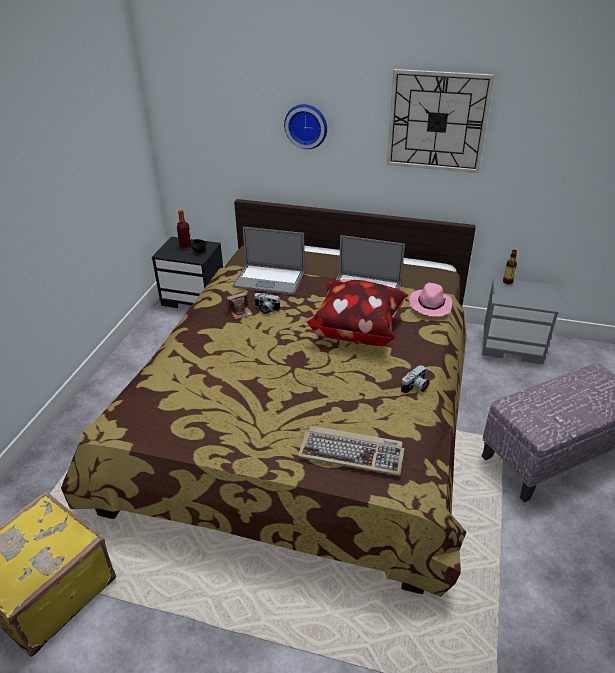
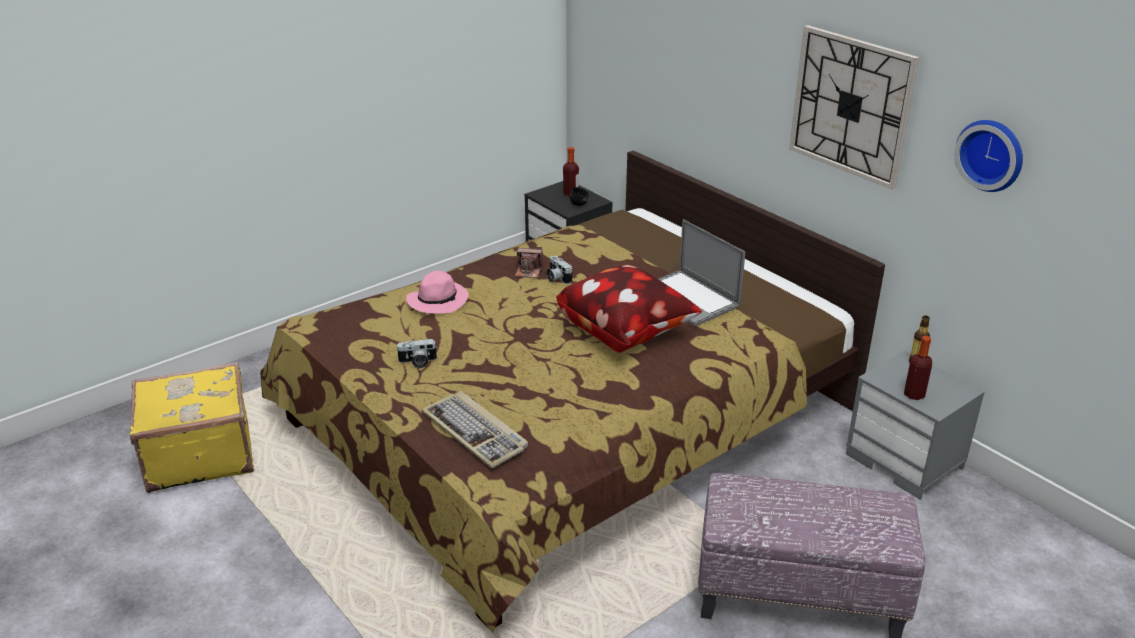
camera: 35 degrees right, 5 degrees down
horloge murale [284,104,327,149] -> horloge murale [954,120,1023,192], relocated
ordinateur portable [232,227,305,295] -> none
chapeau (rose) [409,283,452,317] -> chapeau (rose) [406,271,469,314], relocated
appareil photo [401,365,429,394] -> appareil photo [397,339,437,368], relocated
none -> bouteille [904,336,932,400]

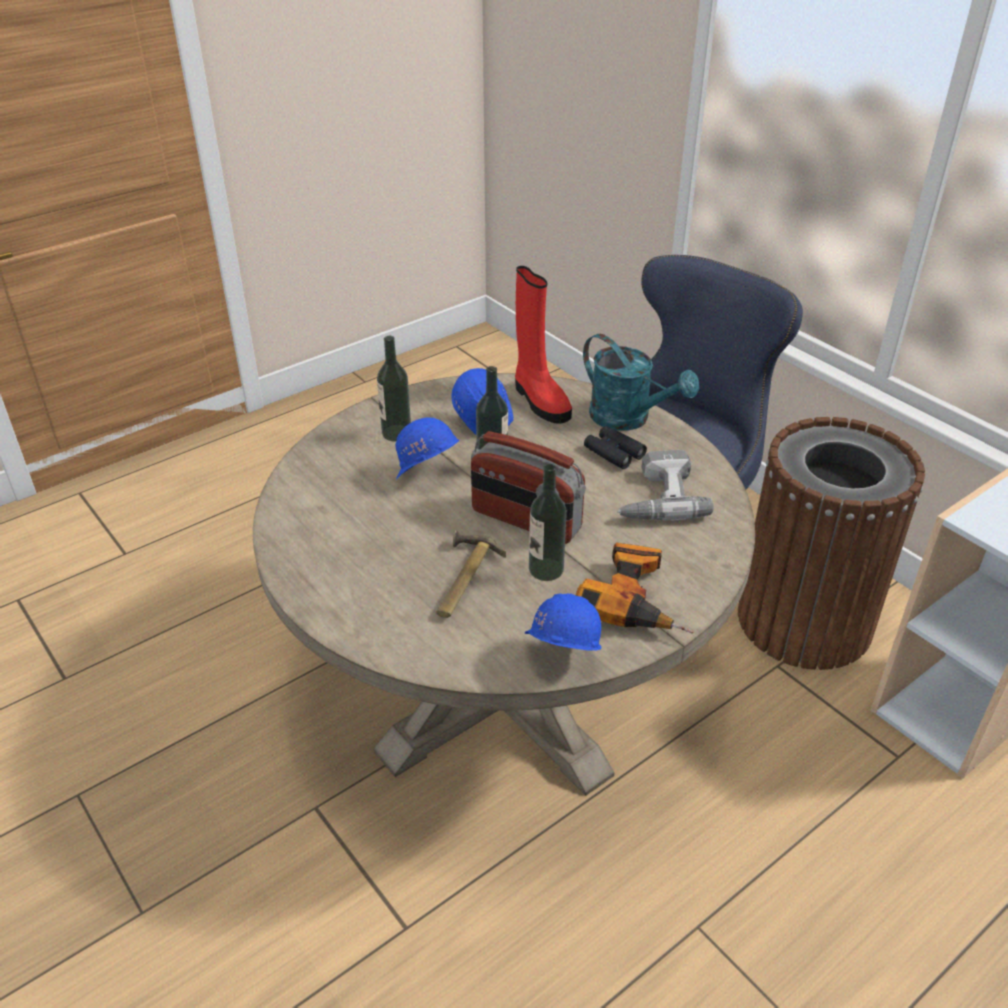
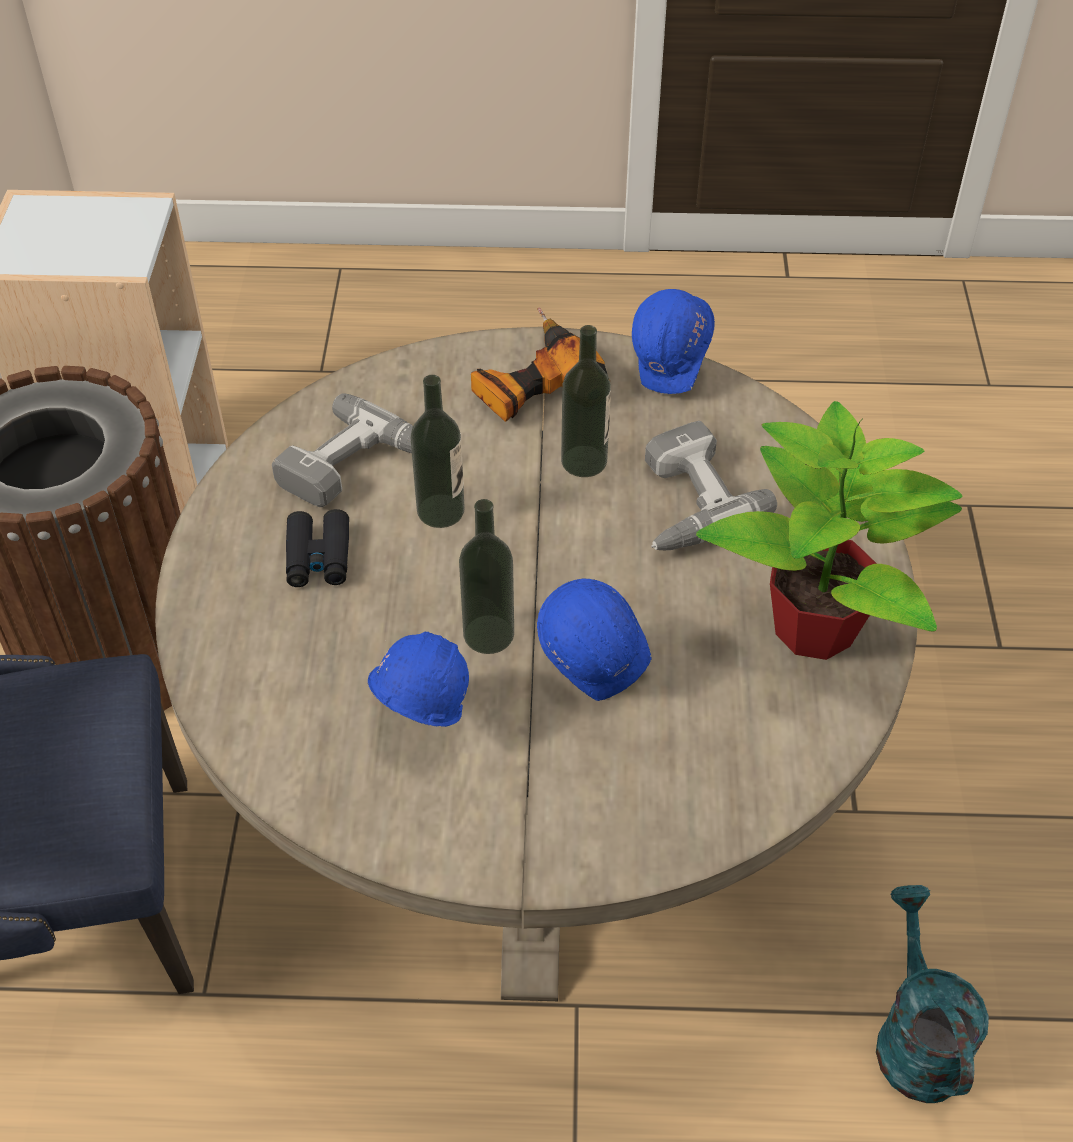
camera: 140 degrees left, 10 degrees up
botte (rouge) [515,266,572,424] -> none
arrosoir (turquoise) [583,334,699,431] -> arrosoir (turquoise) [876,885,989,1103], relocated
bouteille [377,336,411,442] -> bouteille [411,375,465,528], relocated
radio [471,431,586,544] -> none
marteau [436,530,506,618] -> perceuse [645,421,777,550]
none -> plante en pot [696,401,963,660]

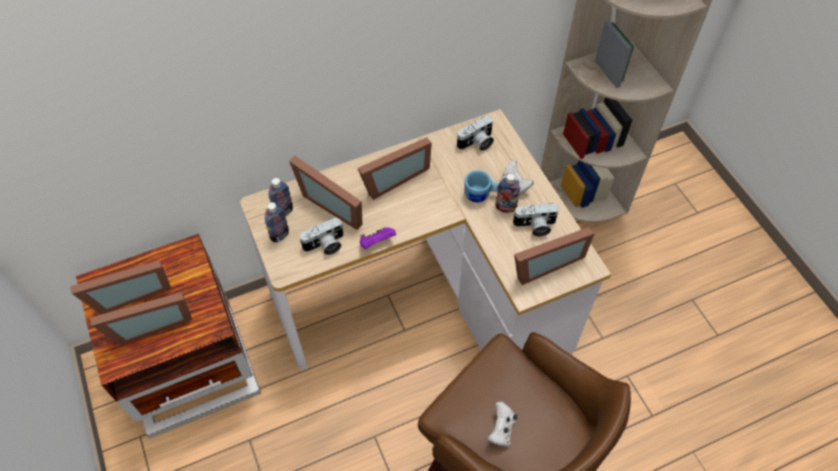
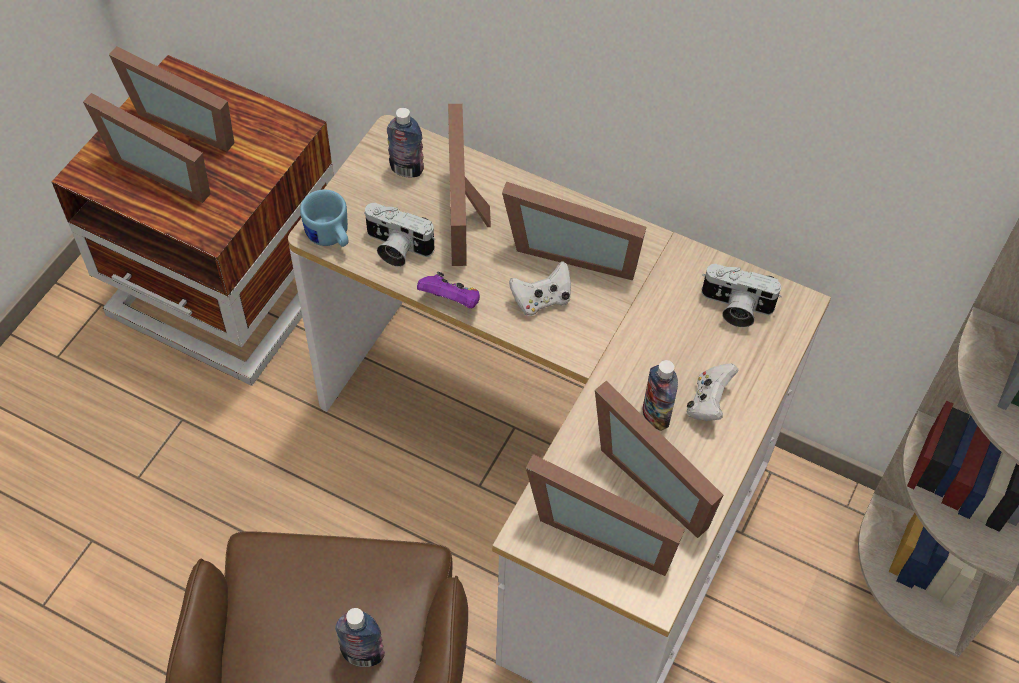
camera: 50 degrees right, 0 degrees up
mug (bleu) [464,170,499,203] -> mug (bleu) [300,190,349,247], relocated
bouteille [265,202,289,243] -> bouteille [335,608,385,667], relocated
appareil photo [513,203,559,237] -> cadre photo [595,381,723,538]
manette (blanc) [487,401,517,447] -> manette (blanc) [509,261,571,316], relocated

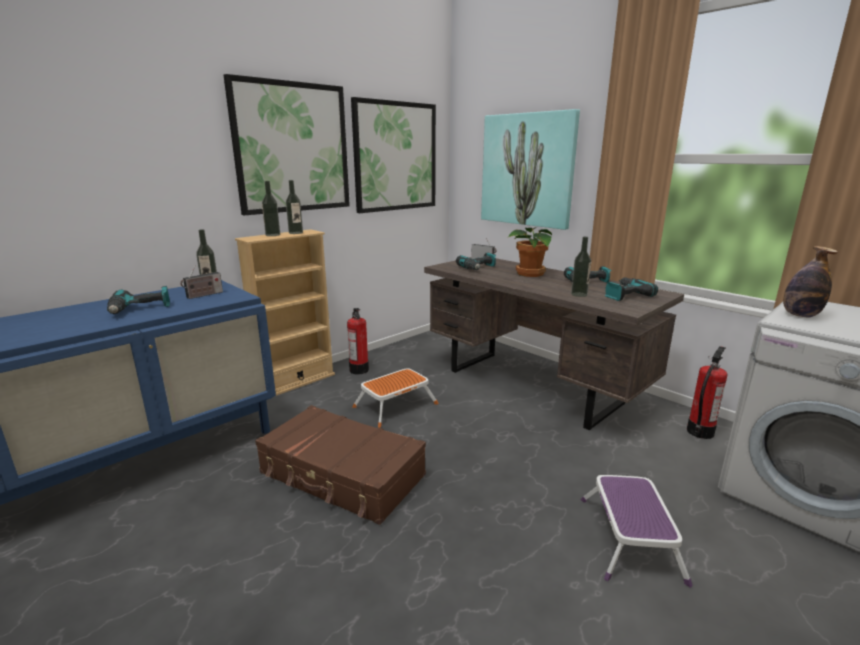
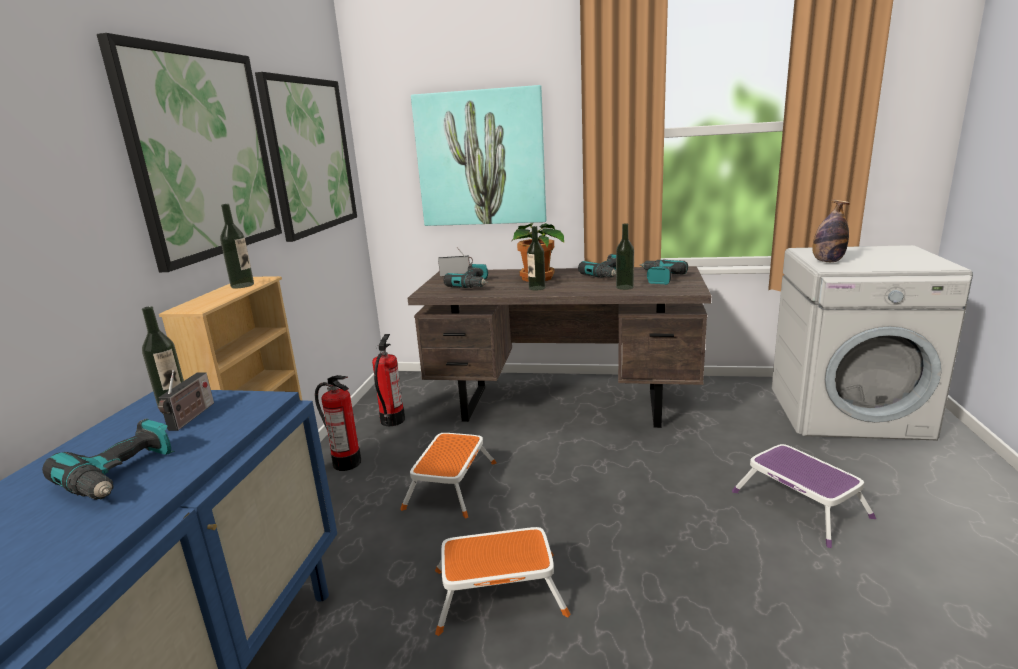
camera: 35 degrees left, 0 degrees up
bouteille [262,181,280,236] -> bouteille [527,226,546,290], relocated
extincteur [687,346,728,439] -> extincteur [372,334,405,426], relocated
valise (marron) [255,405,426,525] -> escabeau (orange) [435,527,571,636]

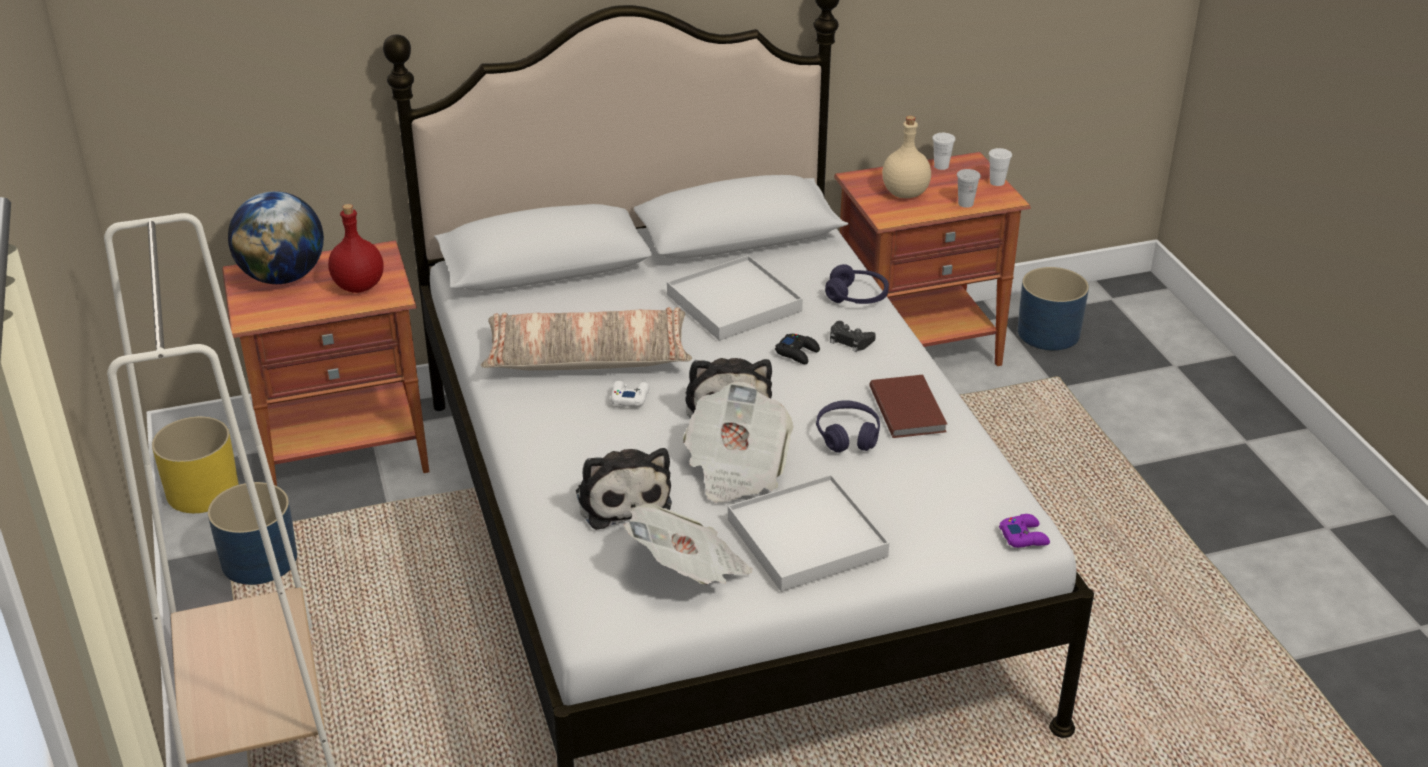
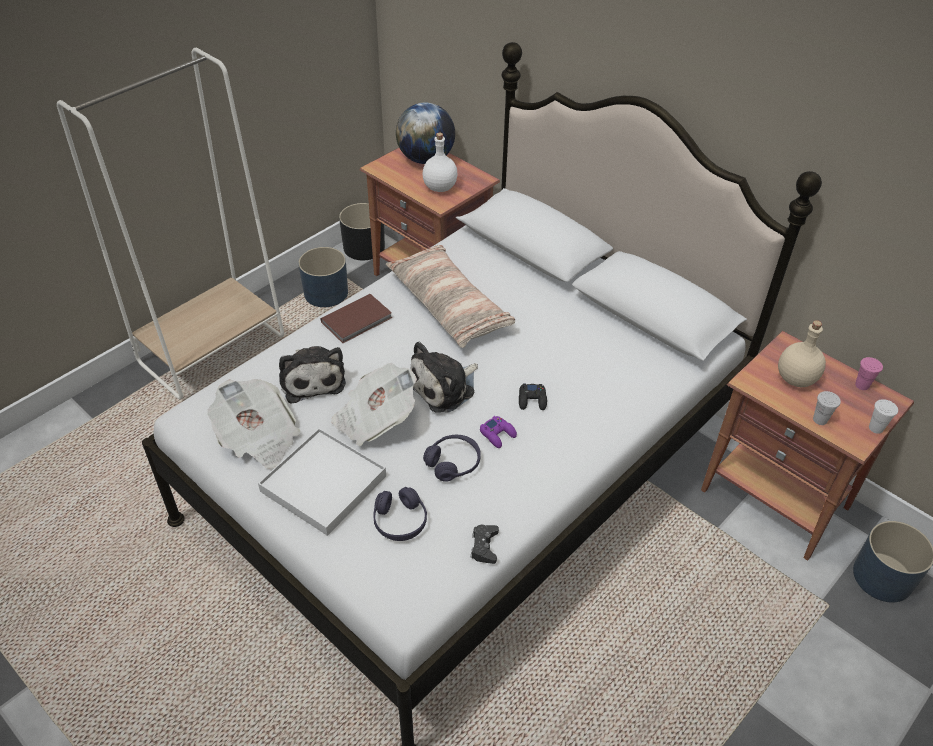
camera: 60 degrees right, 10 degrees up
tasse (blanc) [932,133,955,170] -> tasse (rose) [855,357,883,390]
bouteille (rouge) [328,204,384,293] -> bouteille (blanc) [423,133,458,192]
plateau (blanc) [667,255,803,341] -> none
casque audio (violet) [825,264,889,304] -> casque audio (violet) [373,487,427,541], relocated
manette (noir) [830,321,876,352] -> manette (noir) [471,525,499,564], relocated
livre (marron) [869,375,947,438] -> livre (marron) [321,294,392,343], relocated
manette (blanc) [611,381,650,407] -> none
cache-pot (jaune) [152,416,239,513] -> cache-pot (noir) [339,203,385,260]
peluche [576,448,672,530] -> peluche [279,346,346,404], 60 degrees counterclockwise
manette (violet) [999,514,1050,548] -> manette (violet) [480,416,517,448], relocated

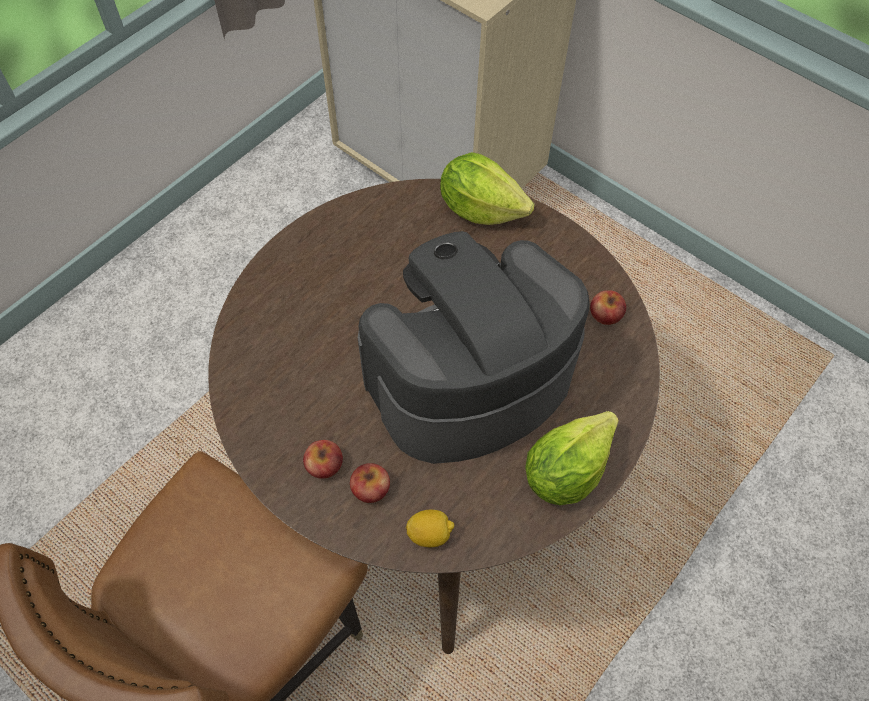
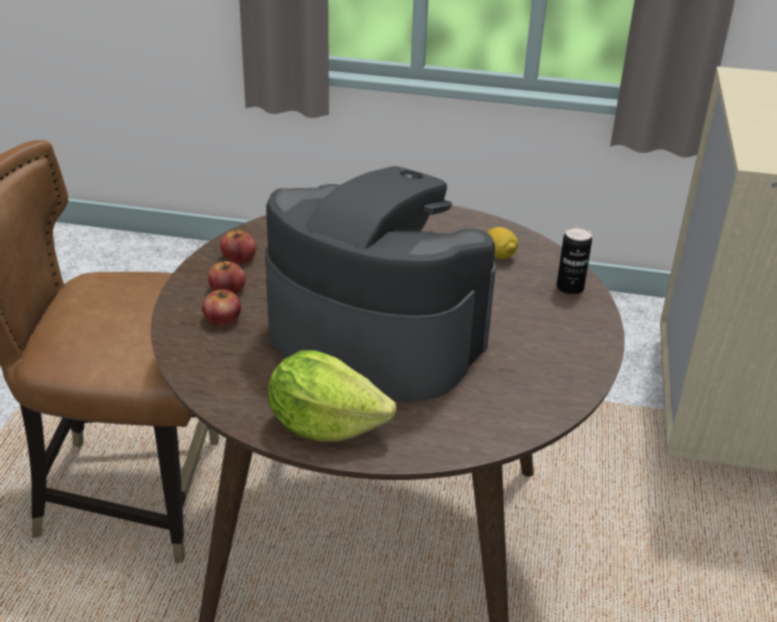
camera: 60 degrees right, 25 degrees down
laitue [440,152,535,225] -> boîte métallique [557,226,592,295]
pomme [590,290,626,325] -> pomme [220,229,256,264], relocated
citron [406,510,454,547] -> citron [487,227,518,259], relocated

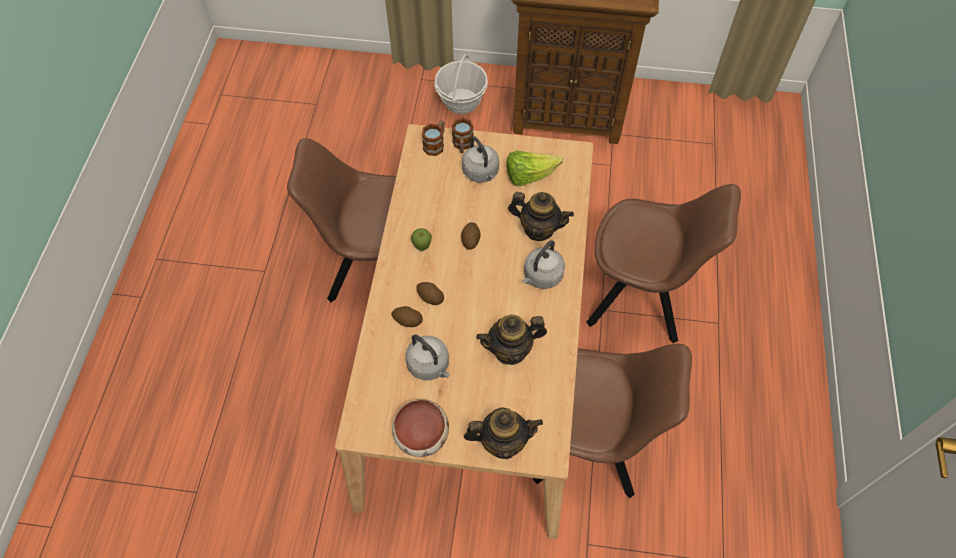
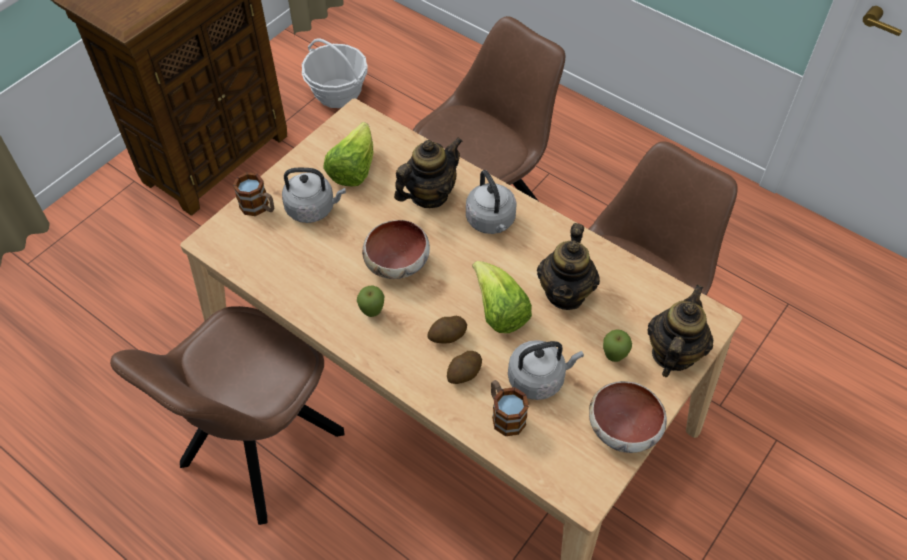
camera: 60 degrees left, 5 degrees down
panier [434,54,488,114] -> panier [302,38,368,108], relocated
mug [422,120,444,156] -> mug [491,380,529,436], relocated
pomme de terre [461,222,481,250] -> bol [362,220,430,279]
none -> laitue [472,261,532,333]
none -> pomme [603,330,632,362]

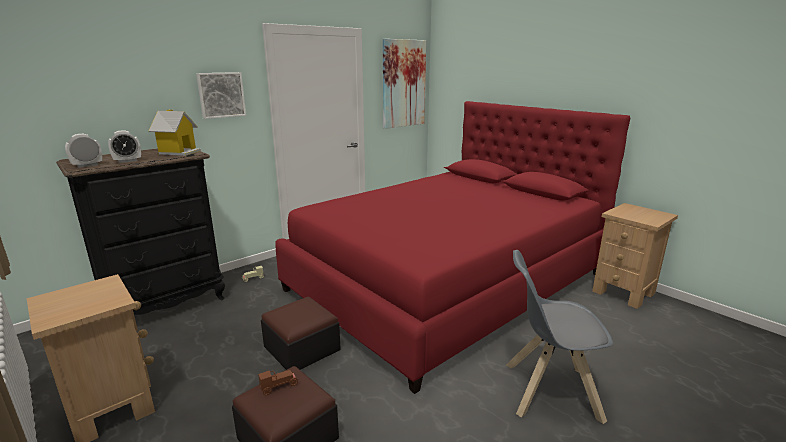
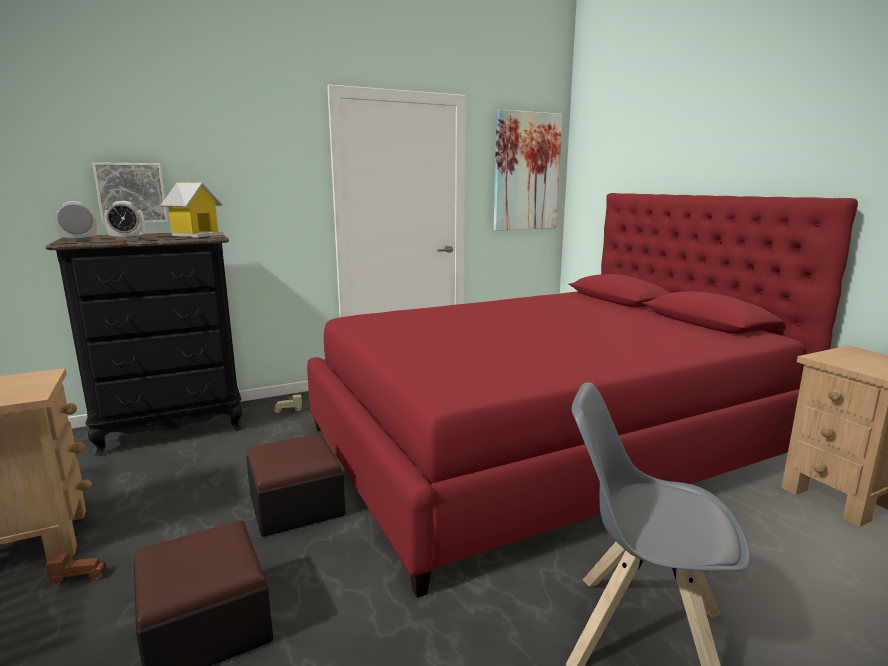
camera: 15 degrees right, 5 degrees down
tableau [196,72,246,119] -> tableau [92,162,168,224], relocated
petite voiture (marron) [258,370,298,395] -> petite voiture (marron) [46,554,106,586], relocated

